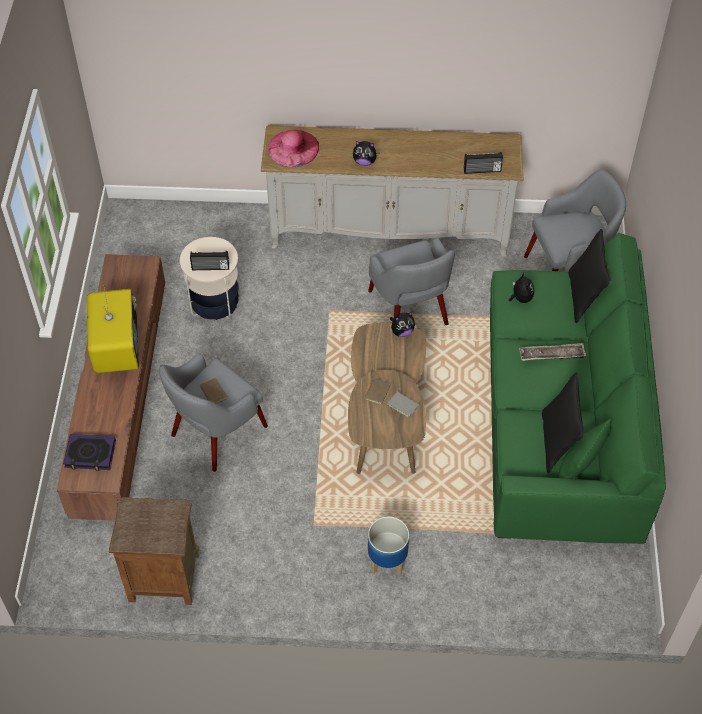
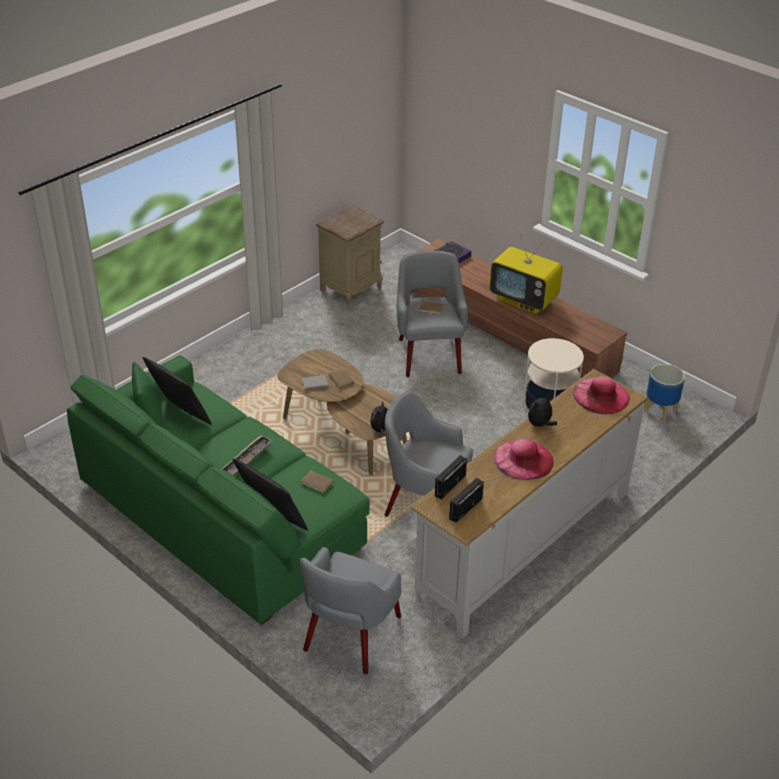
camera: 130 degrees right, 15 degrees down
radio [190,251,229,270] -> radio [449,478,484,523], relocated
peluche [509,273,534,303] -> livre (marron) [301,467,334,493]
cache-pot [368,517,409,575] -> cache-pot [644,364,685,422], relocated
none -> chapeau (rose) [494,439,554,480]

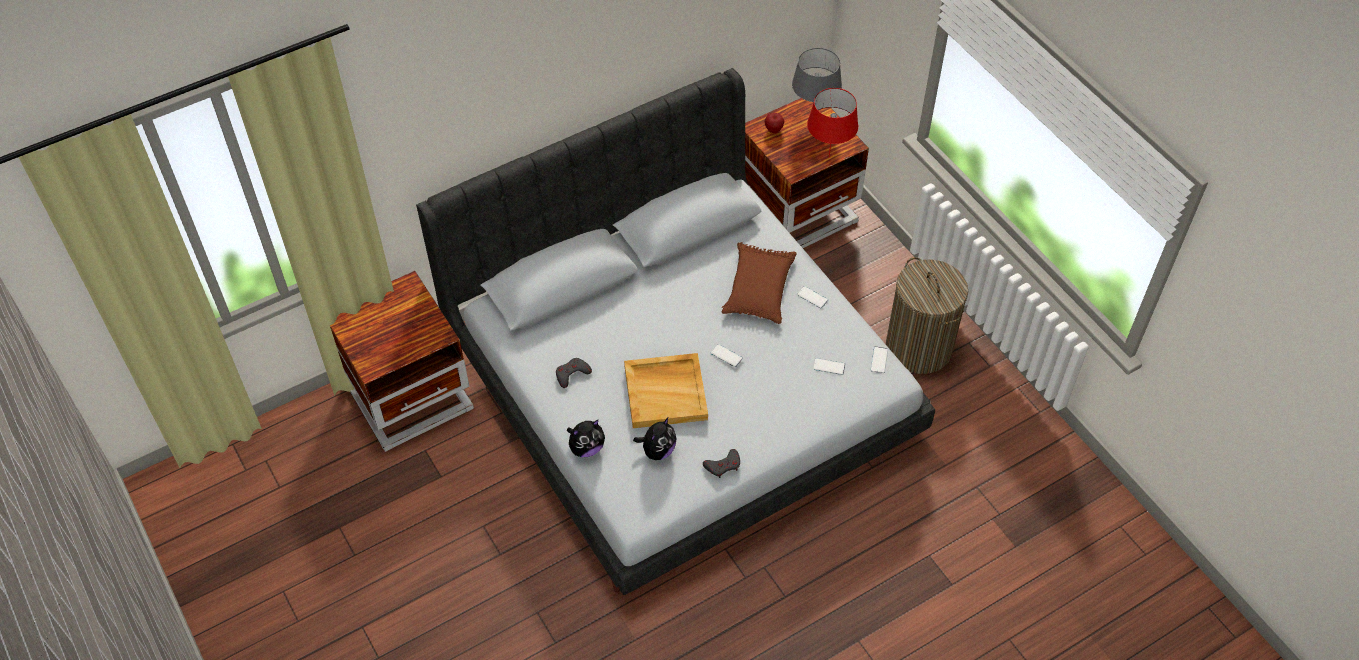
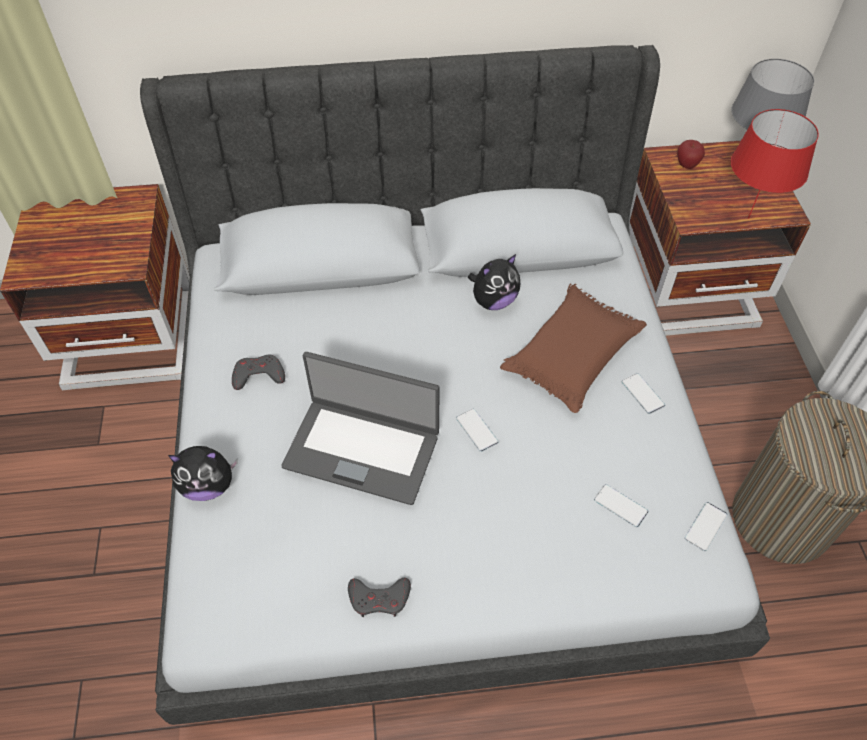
camera: 25 degrees right, 0 degrees up
plateau (beige) [624,353,708,428] -> ordinateur portable [281,352,440,505]
peluche [633,418,677,460] -> peluche [468,254,520,310], relocated

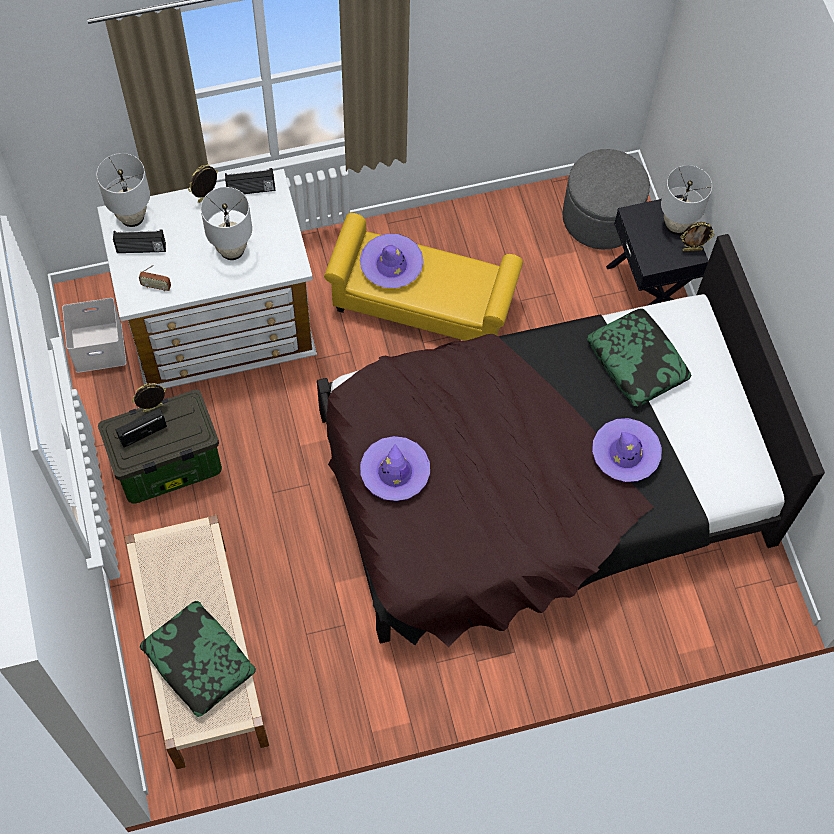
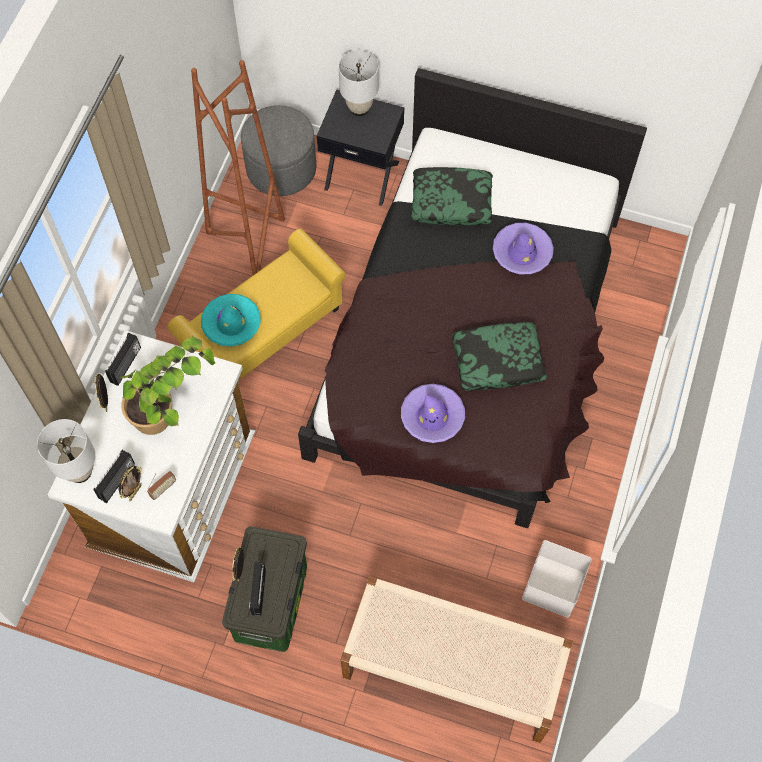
camera: 55 degrees left, 0 degrees up
lampe de table (blanc) [201,187,252,260] -> plante en pot [121,336,216,435]
cadre photo [680,222,715,251] -> cadre photo [119,466,142,502], relocated
chapeau (violet) [360,234,424,288] -> chapeau (turquoise) [201,294,261,347]
boîte de rangement (blanc) [62,298,126,373] -> boîte de rangement (blanc) [522,540,592,618], relocated
coussin [140,601,256,717] -> coussin [452,322,547,391], relocated
none -> portant (marron) [191,60,285,275]

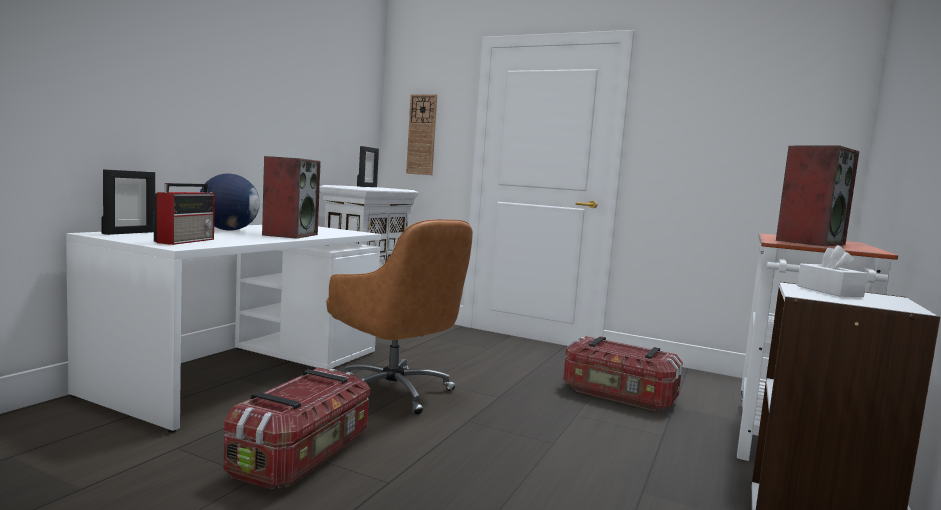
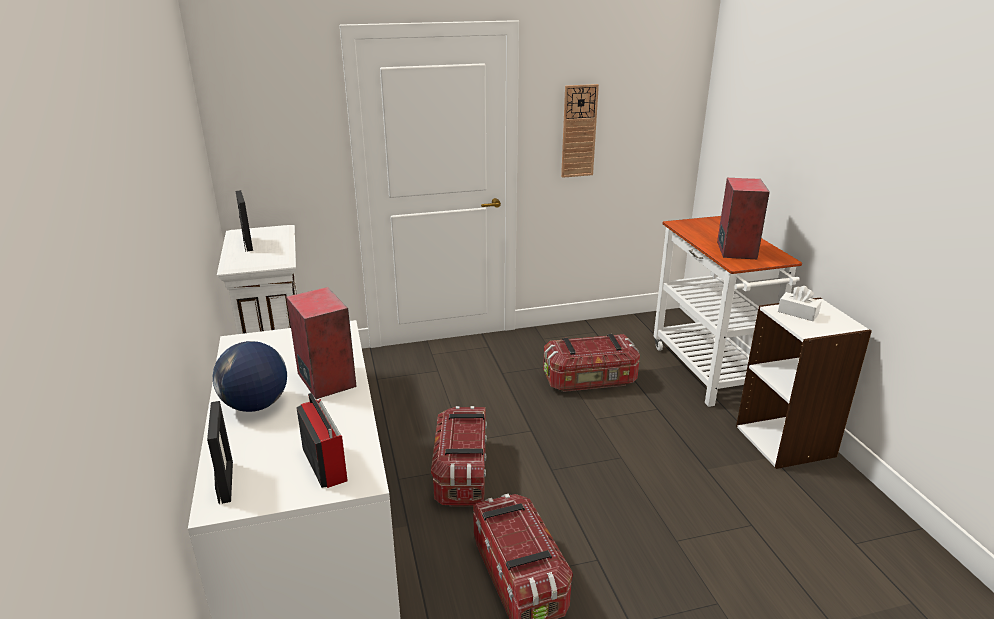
camera: 40 degrees left, 20 degrees up
horloge murale [406,94,437,175] -> horloge murale [561,84,599,178], relocated
chaise de bureau (marron) [326,219,473,414] -> boîte de rangement [431,406,487,507]

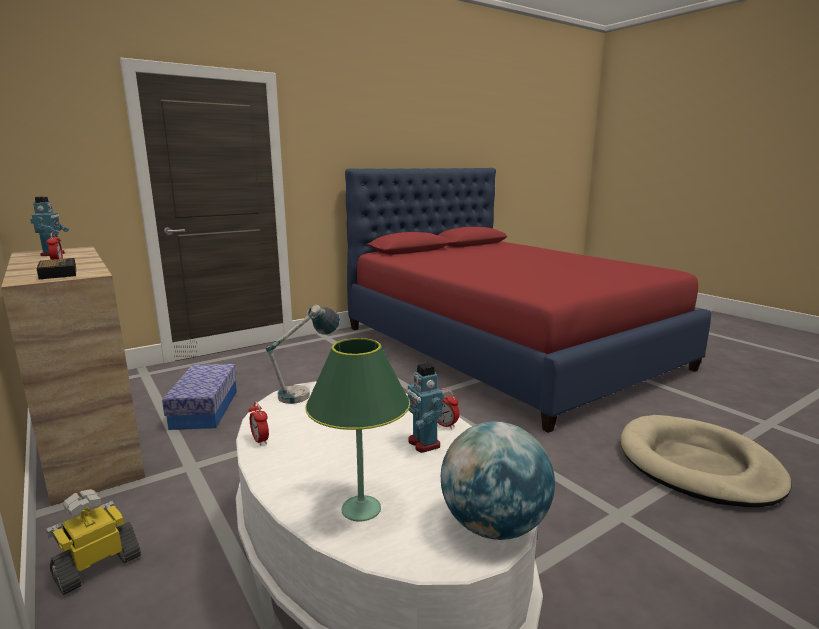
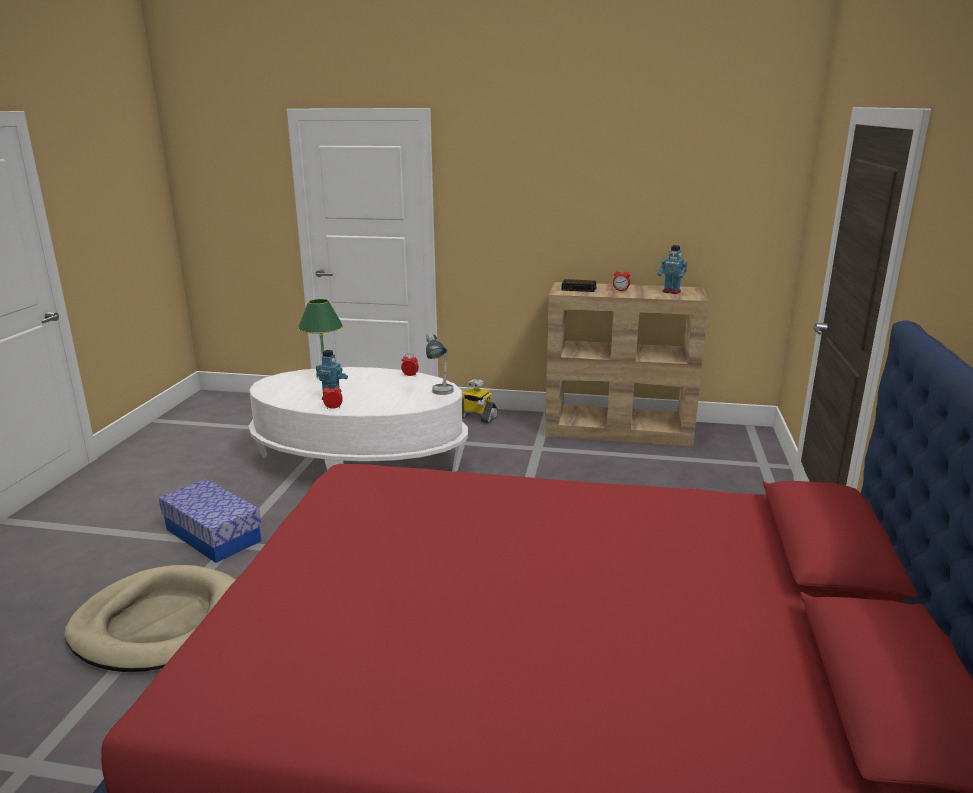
camera: 135 degrees right, 5 degrees up
boîte de rangement [162,364,237,430] -> boîte de rangement [159,479,262,563], relocated
globe [441,422,555,540] -> none
robot jouet [46,489,141,595] -> robot jouet [462,379,498,423], 120 degrees clockwise

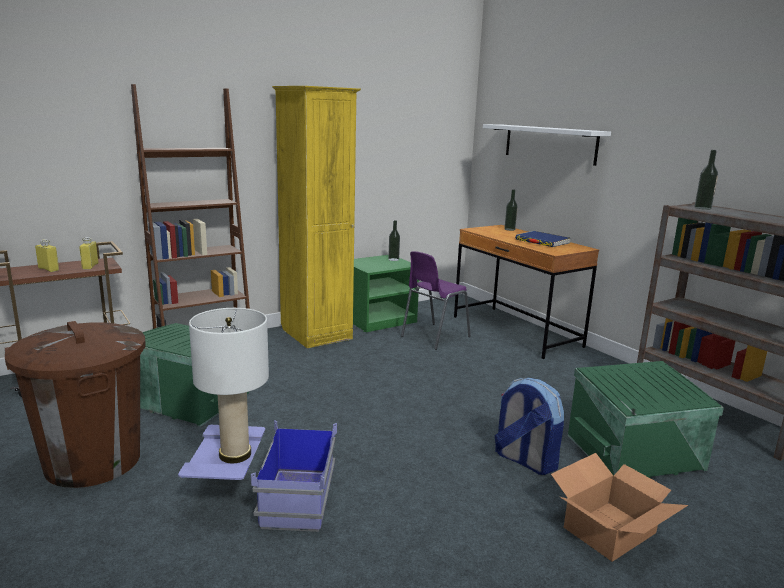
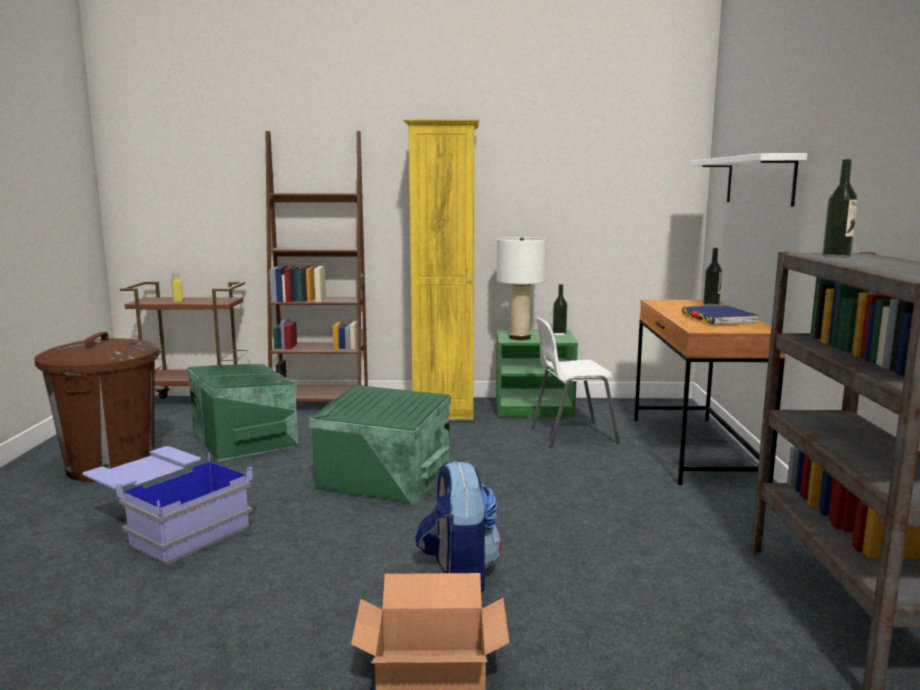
camera: 35 degrees right, 5 degrees down
bouteille (jaune) [79,237,98,269] -> none
chaise (violet) [401,251,471,350] -> chaise (blanc) [531,317,620,448]
lampe de table (blanc) [189,308,269,463] -> lampe de table (blanc) [497,237,547,340], relocated
boîte de rangement (vert) [568,361,724,478] -> boîte de rangement (vert) [309,385,451,505], relocated

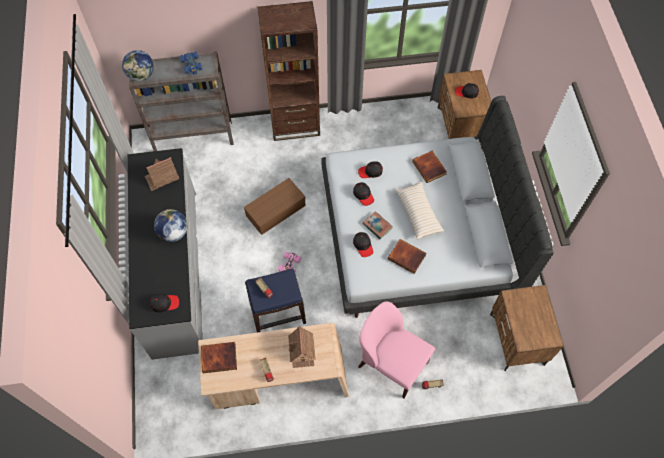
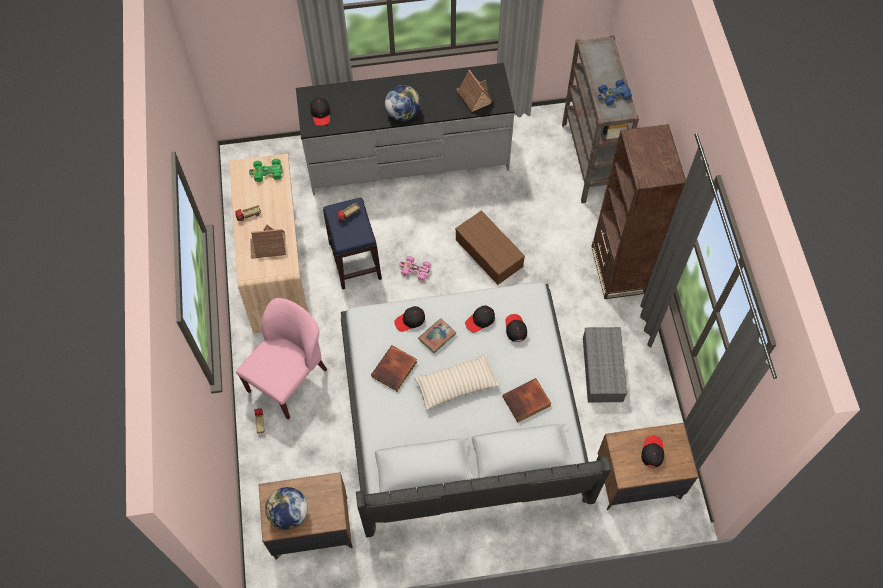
camera: 90 degrees right, 0 degrees up
globe [122,50,154,82] -> globe [265,487,308,530], relocated
livre [201,342,237,373] -> petite voiture (vert) [249,159,283,182]
none -> boîte de rangement (gris) [583,327,627,403]

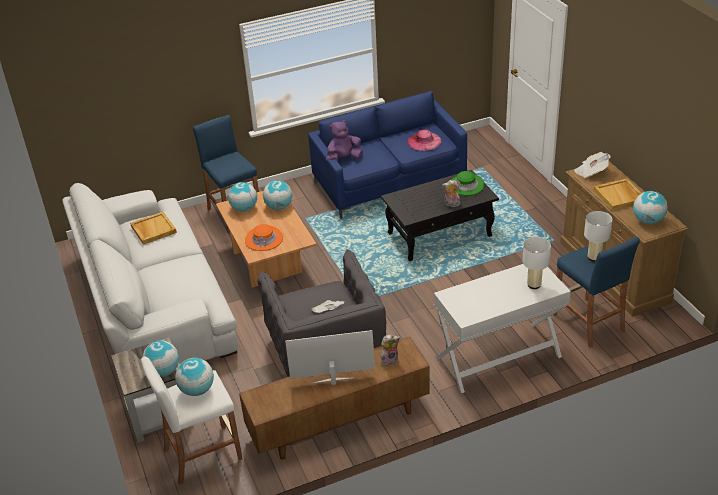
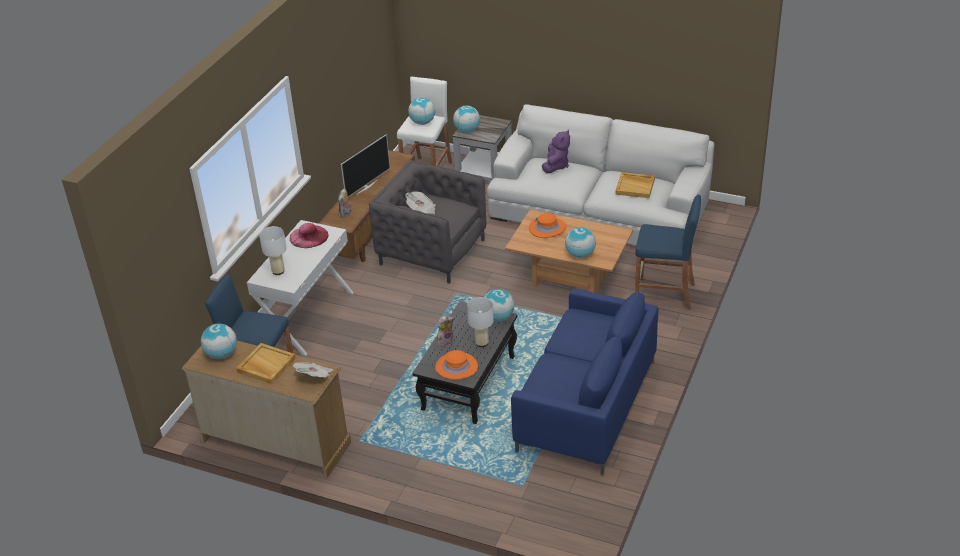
camera: 135 degrees right, 0 degrees up
peluche (violet) [326,120,363,161] -> peluche (violet) [542,129,570,173], relocated
chapeau (rose) [408,129,442,151] -> chapeau (rose) [290,223,329,248], relocated
chapeau (vert) [451,171,484,196] -> chapeau (orange) [435,350,478,380]
globe [228,182,257,212] -> globe [485,289,514,322], relocated
lampe de table (blanc) [584,211,612,262] -> lampe de table (blanc) [467,297,493,347], relocated

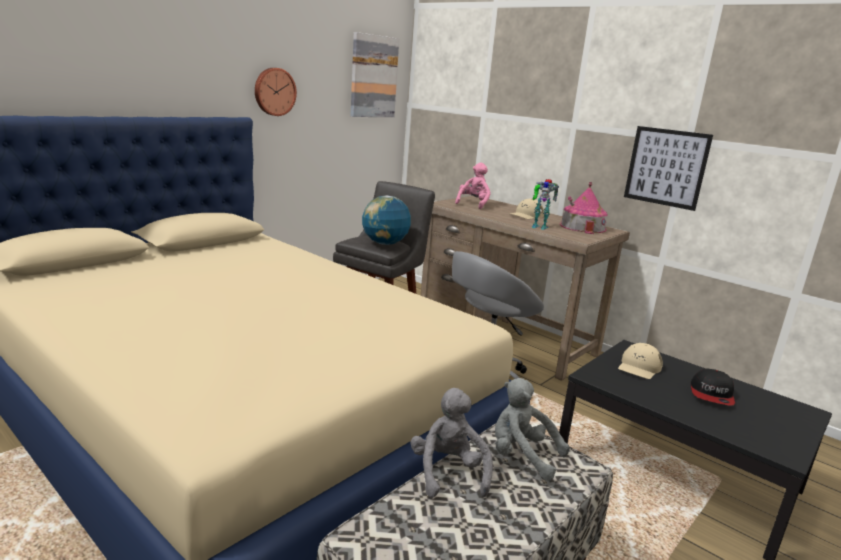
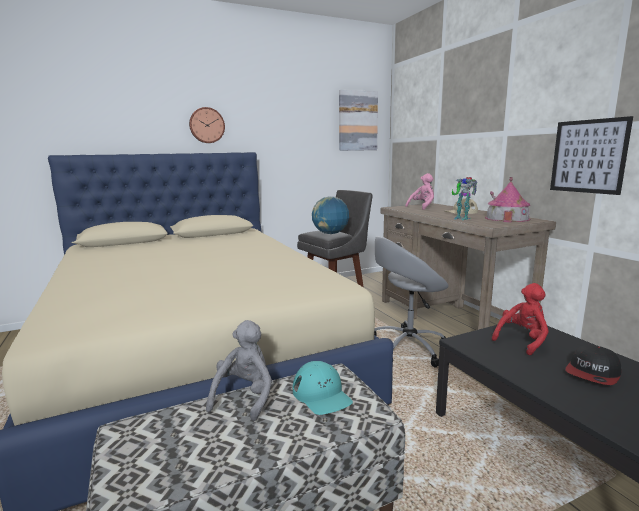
camera: 25 degrees right, 5 degrees down
horloge murale [255,68,297,116] -> horloge murale [189,107,225,143], relocated
casquette (beige) [618,343,663,379] -> peluche (rouge) [492,283,549,355]
peluche (gris) [495,378,569,481] -> casquette (turquoise) [293,361,353,415]

